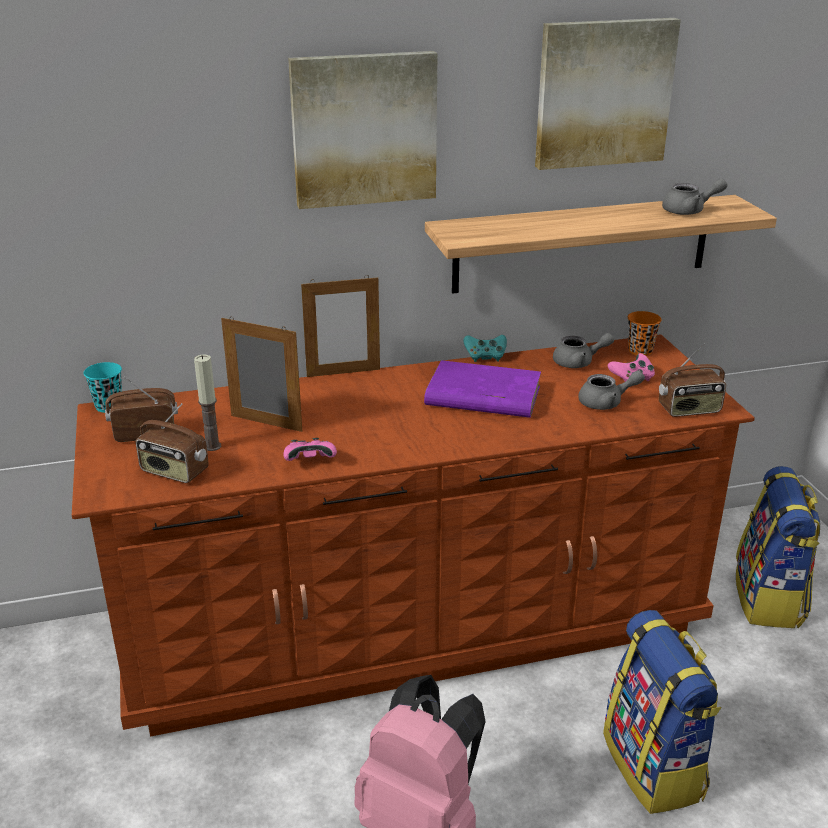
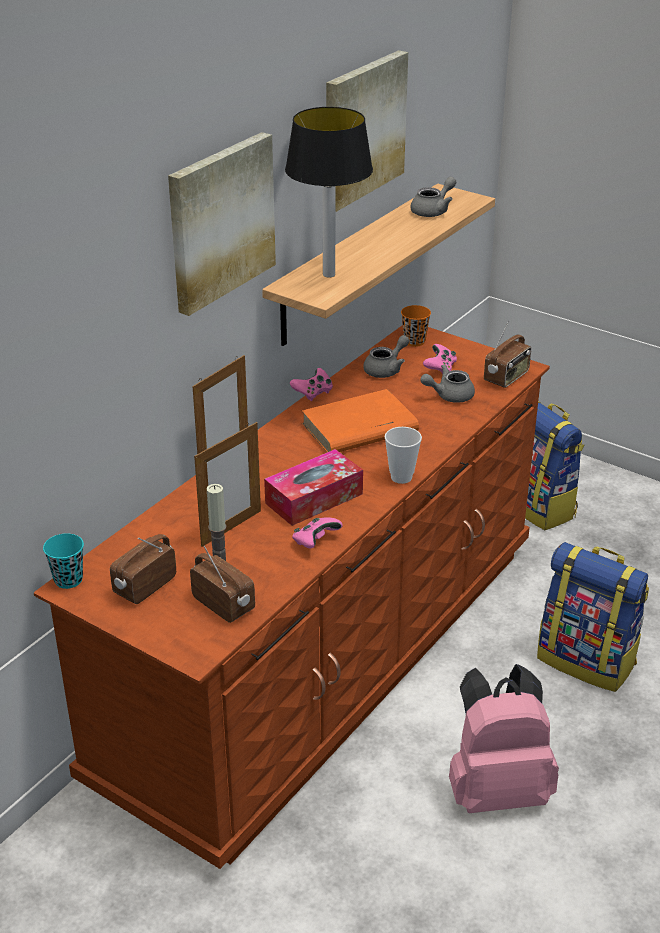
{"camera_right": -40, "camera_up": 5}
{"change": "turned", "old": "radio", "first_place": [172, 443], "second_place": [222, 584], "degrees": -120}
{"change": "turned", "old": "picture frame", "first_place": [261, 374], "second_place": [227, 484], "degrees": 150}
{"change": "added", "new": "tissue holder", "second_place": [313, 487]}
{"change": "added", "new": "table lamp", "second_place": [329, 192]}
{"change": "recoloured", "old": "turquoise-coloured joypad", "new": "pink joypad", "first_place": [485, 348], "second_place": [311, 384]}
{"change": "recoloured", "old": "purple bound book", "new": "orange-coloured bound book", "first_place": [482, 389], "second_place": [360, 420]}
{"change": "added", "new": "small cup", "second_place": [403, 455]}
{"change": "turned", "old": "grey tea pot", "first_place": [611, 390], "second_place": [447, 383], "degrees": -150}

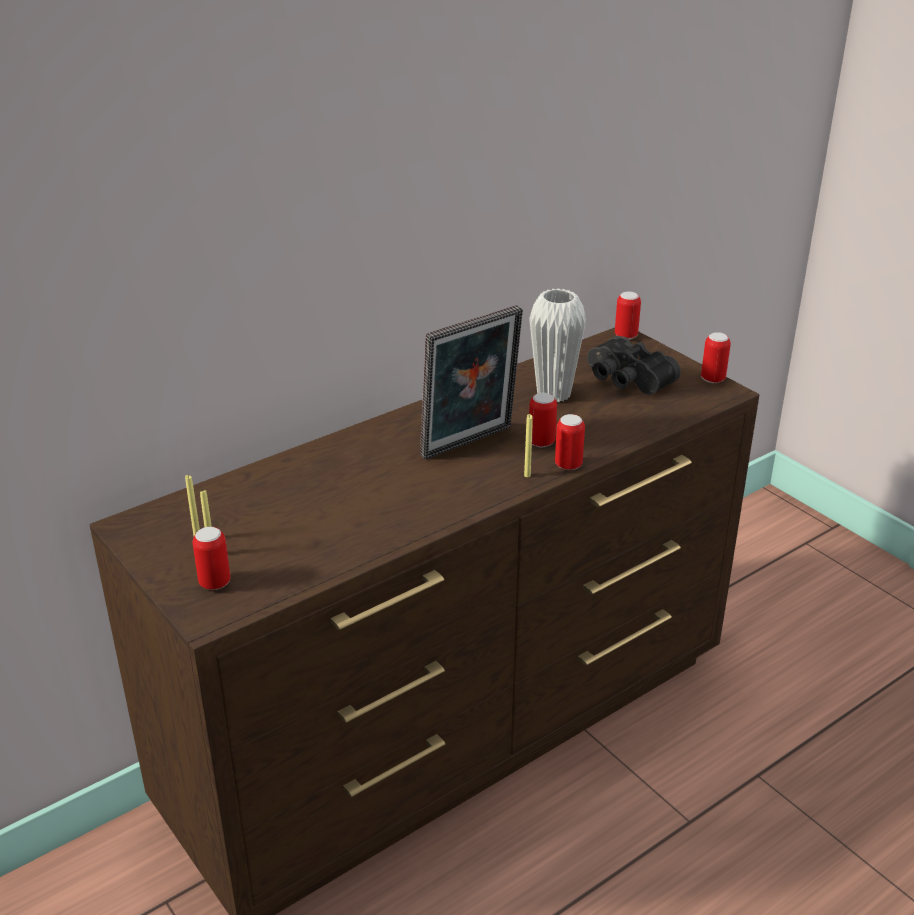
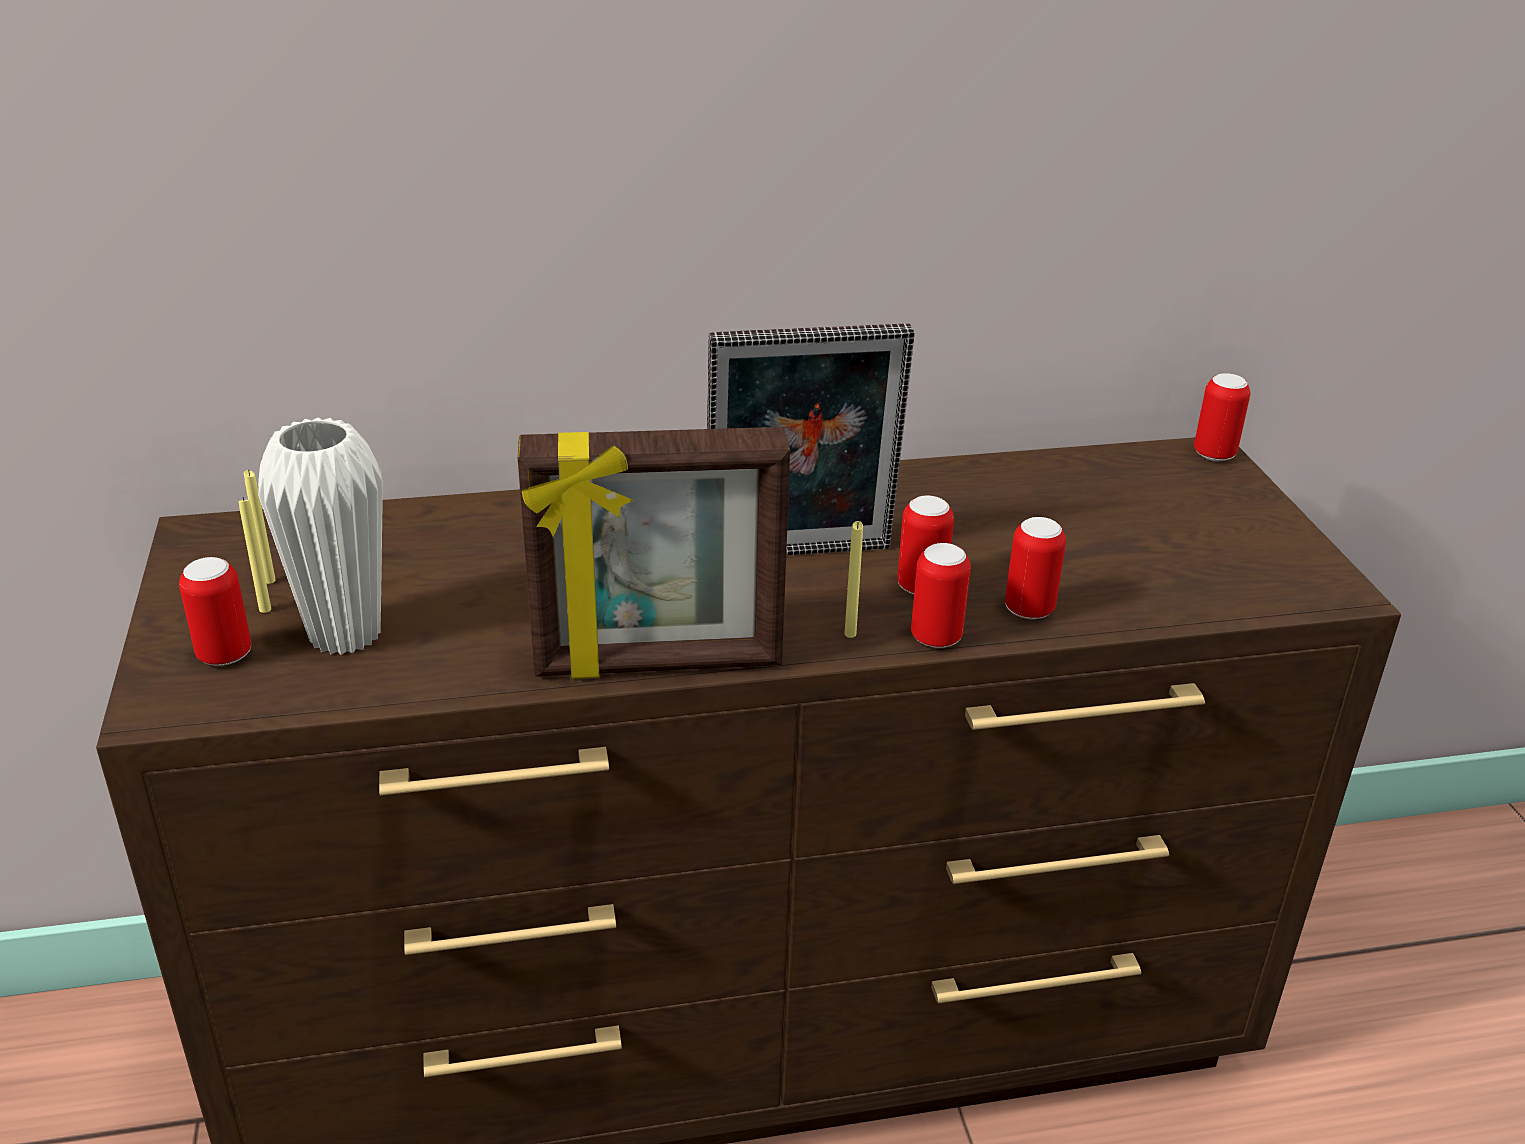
{"camera_right": 25, "camera_up": 0}
{"change": "moved", "old": "white-coloured flower vase", "first_place": [557, 345], "second_place": [320, 536]}
{"change": "added", "new": "picture frame", "second_place": [654, 553]}
{"change": "moved", "old": "metal can", "first_place": [716, 357], "second_place": [1035, 568]}
{"change": "removed", "old": "black field glasses", "first_place": [634, 365]}

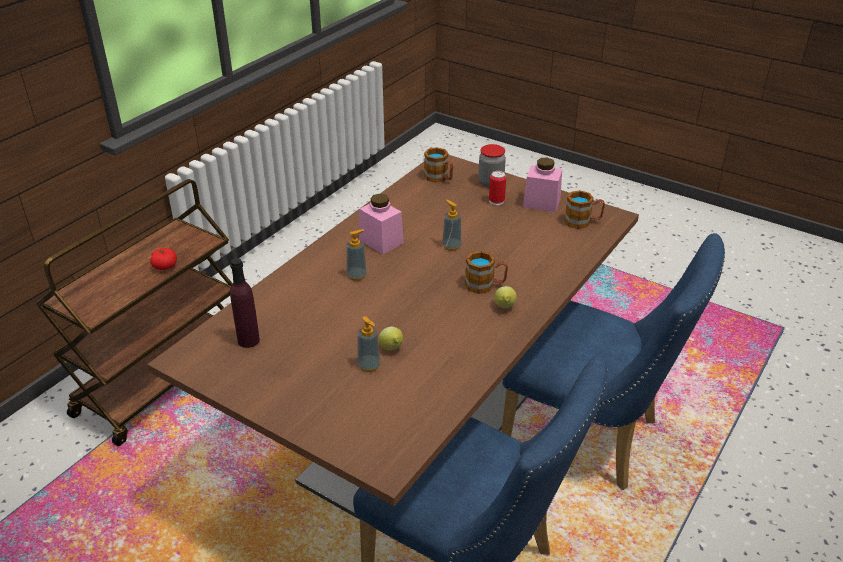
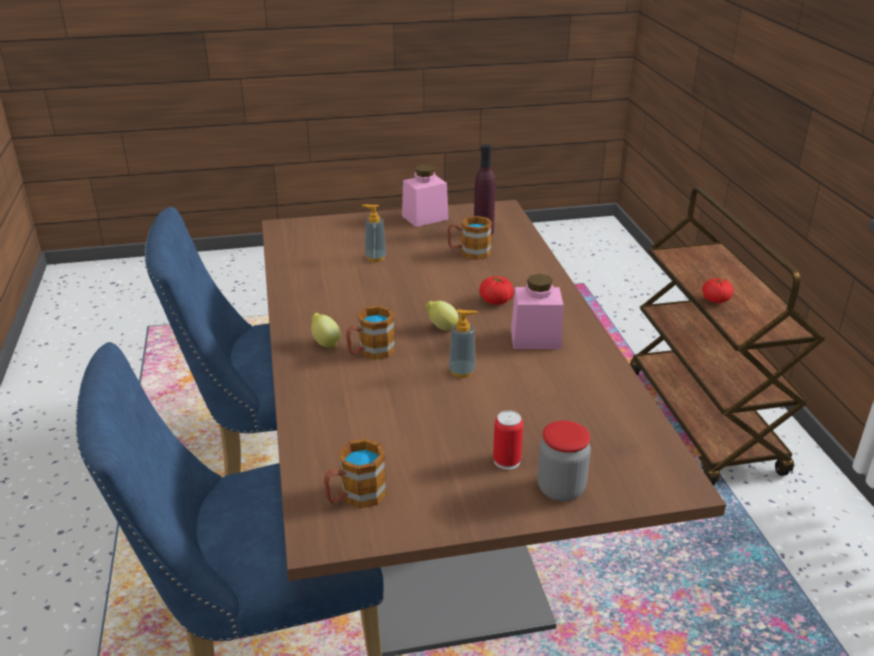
{"camera_right": 135, "camera_up": -5}
{"change": "moved", "old": "pink preserve jar", "first_place": [542, 185], "second_place": [425, 196]}
{"change": "moved", "old": "lemon", "first_place": [390, 338], "second_place": [442, 316]}
{"change": "moved", "old": "tea mug", "first_place": [438, 165], "second_place": [469, 238]}
{"change": "replaced", "old": "soap dispenser", "new": "whole tomato", "first_place": [357, 255], "second_place": [496, 290]}

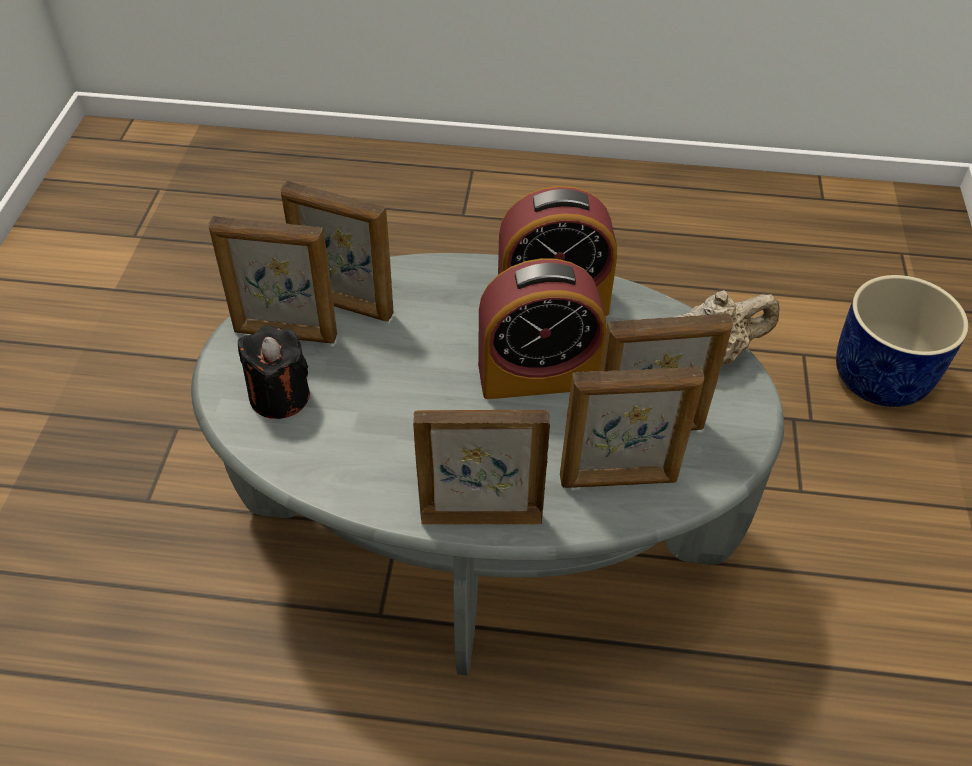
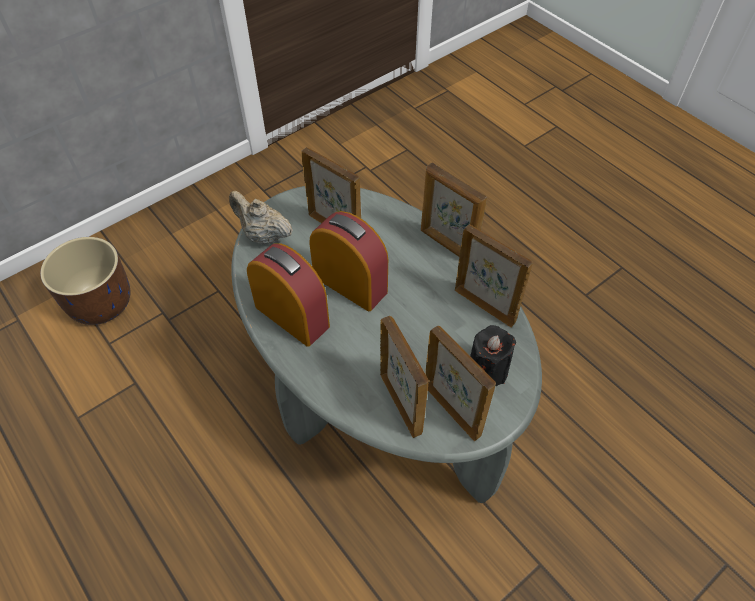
{"camera_right": -135, "camera_up": 5}
{"change": "recoloured", "old": "bluish plant pot", "new": "brown plant pot", "first_place": [902, 341], "second_place": [85, 281]}
{"change": "moved", "old": "picture frame", "first_place": [632, 427], "second_place": [494, 275]}

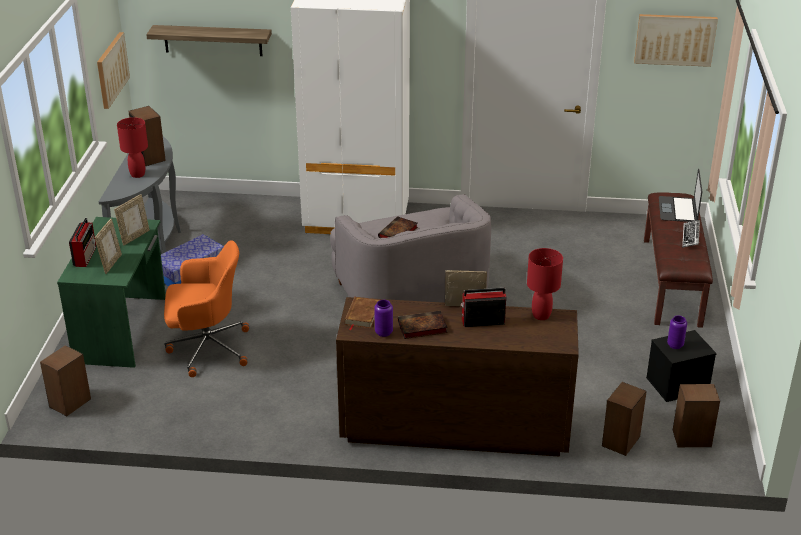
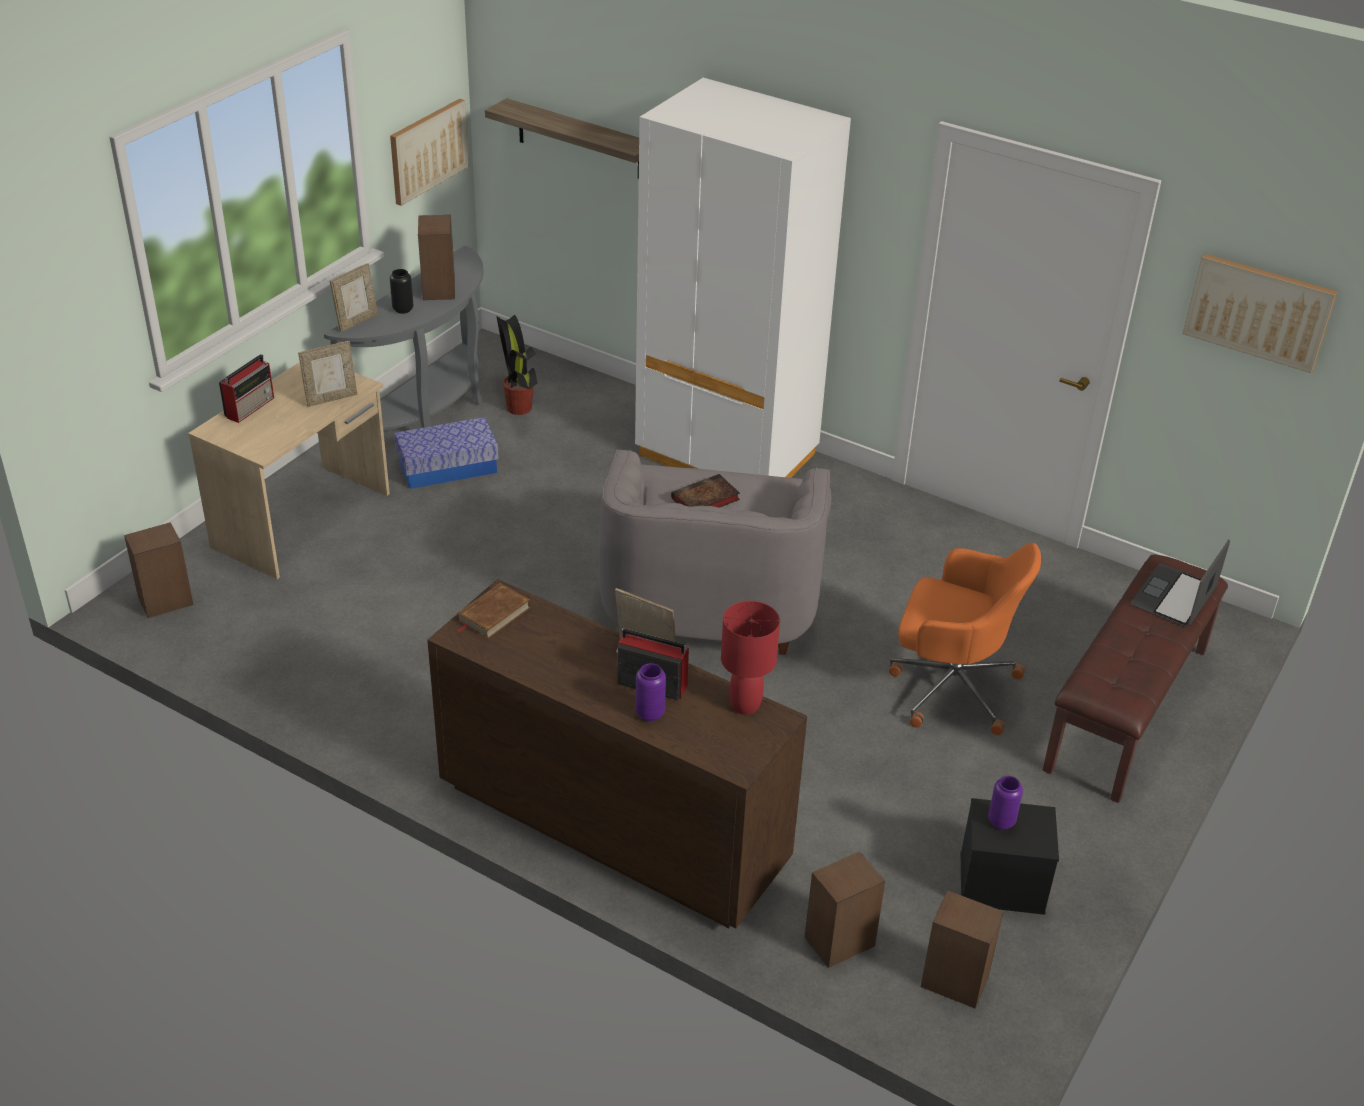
{"camera_right": 25, "camera_up": 5}
{"change": "recoloured", "old": "green-coloured desk table", "new": "beige desk table", "first_place": [111, 292], "second_place": [289, 470]}
{"change": "moved", "old": "picture frame", "first_place": [108, 246], "second_place": [354, 297]}
{"change": "replaced", "old": "red table lamp", "new": "black flower vase", "first_place": [132, 147], "second_place": [401, 291]}
{"change": "added", "new": "plant in a pot", "second_place": [517, 365]}
{"change": "moved", "old": "purple flower vase", "first_place": [383, 318], "second_place": [650, 692]}
{"change": "moved", "old": "orange-coloured computer chair", "first_place": [206, 308], "second_place": [965, 639]}
{"change": "removed", "old": "bound book", "first_place": [423, 325]}
{"change": "removed", "old": "keyboard", "first_place": [691, 234]}

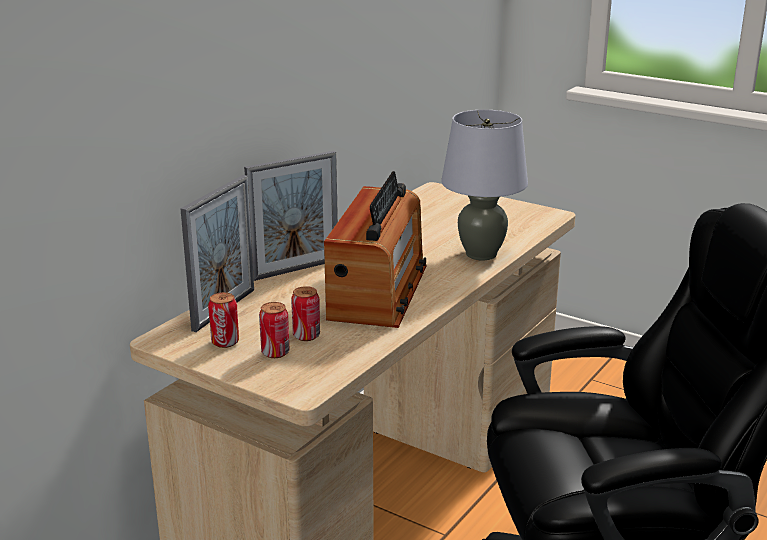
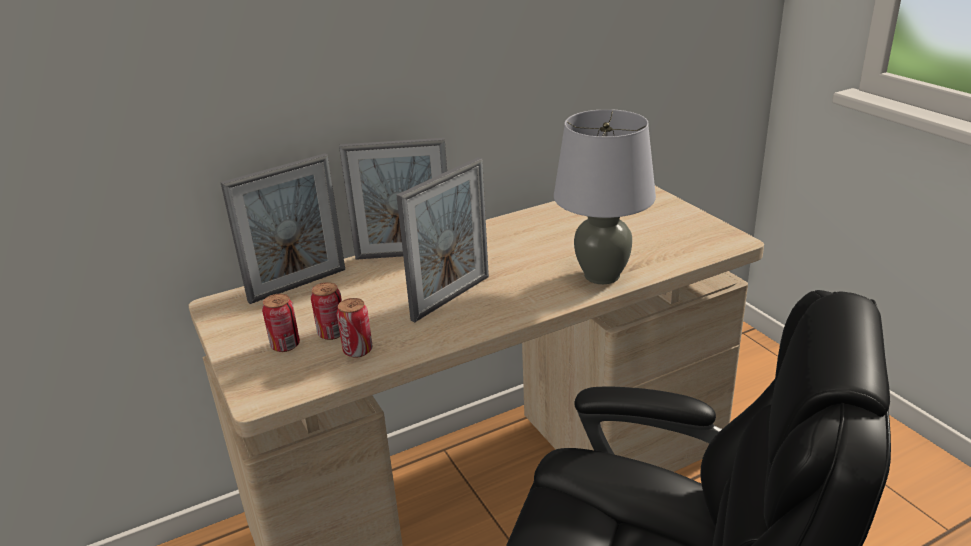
{"camera_right": 30, "camera_up": 5}
{"change": "moved", "old": "metal can", "first_place": [223, 320], "second_place": [354, 328]}
{"change": "replaced", "old": "radio", "new": "picture frame", "first_place": [375, 249], "second_place": [443, 239]}

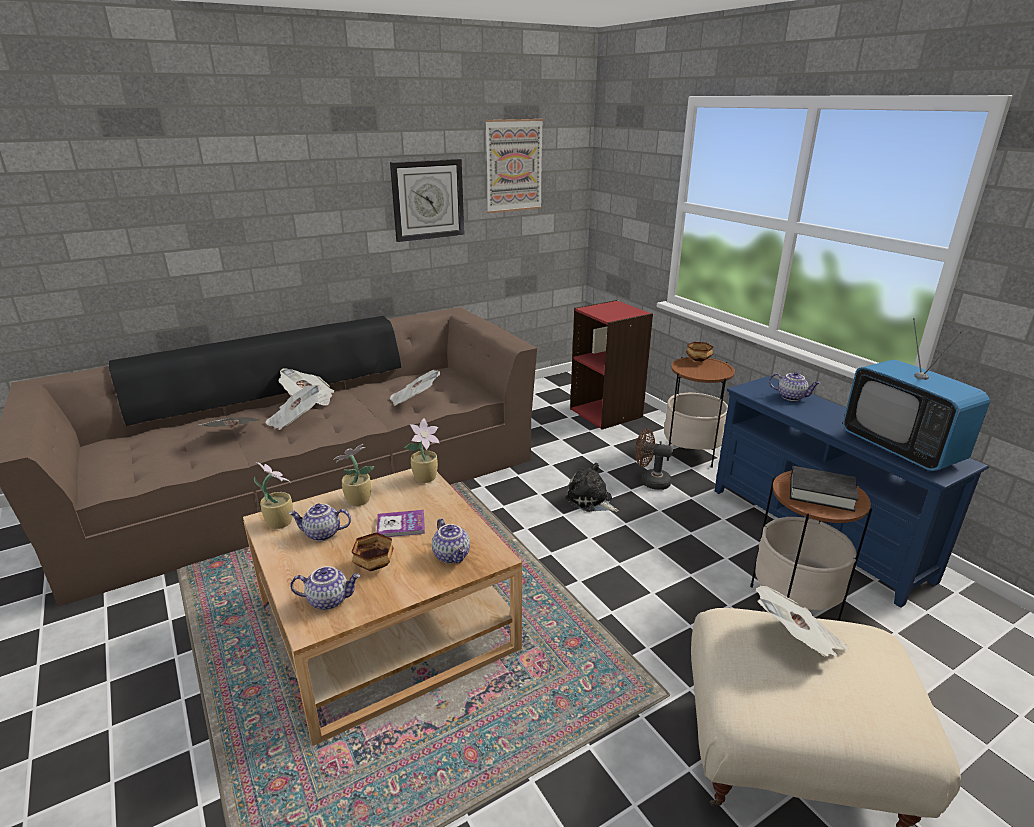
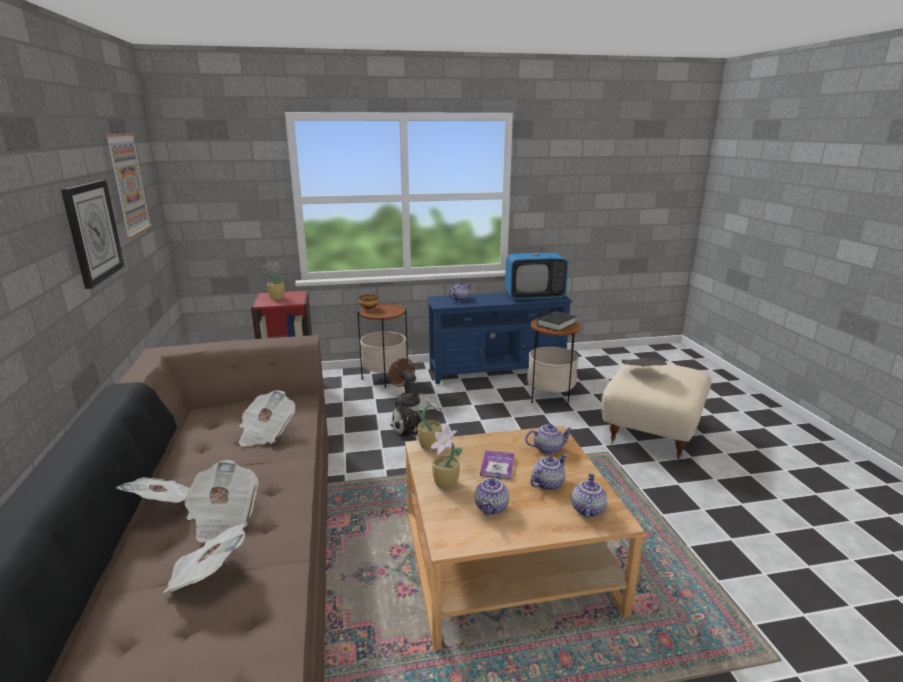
{"camera_right": -70, "camera_up": -5}
{"change": "moved", "old": "plant in a pot", "first_place": [273, 495], "second_place": [273, 280]}
{"change": "turned", "old": "brown cooling fan", "first_place": [654, 459], "second_place": [404, 382], "degrees": 105}
{"change": "replaced", "old": "serving bowl", "new": "tea pot", "first_place": [372, 551], "second_place": [548, 472]}

